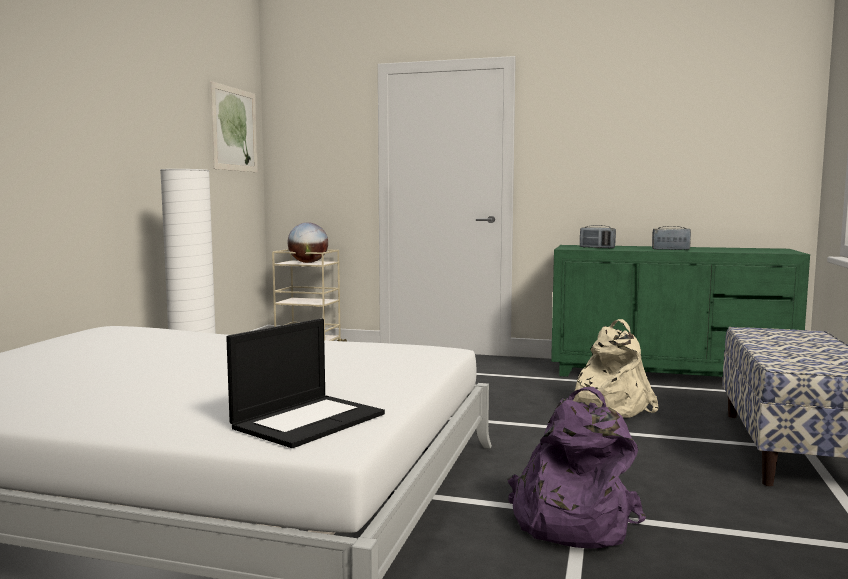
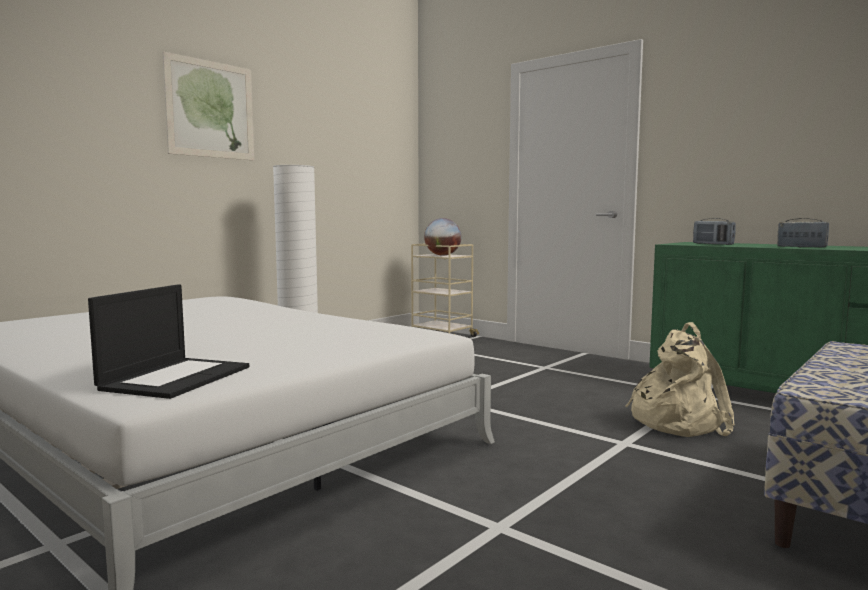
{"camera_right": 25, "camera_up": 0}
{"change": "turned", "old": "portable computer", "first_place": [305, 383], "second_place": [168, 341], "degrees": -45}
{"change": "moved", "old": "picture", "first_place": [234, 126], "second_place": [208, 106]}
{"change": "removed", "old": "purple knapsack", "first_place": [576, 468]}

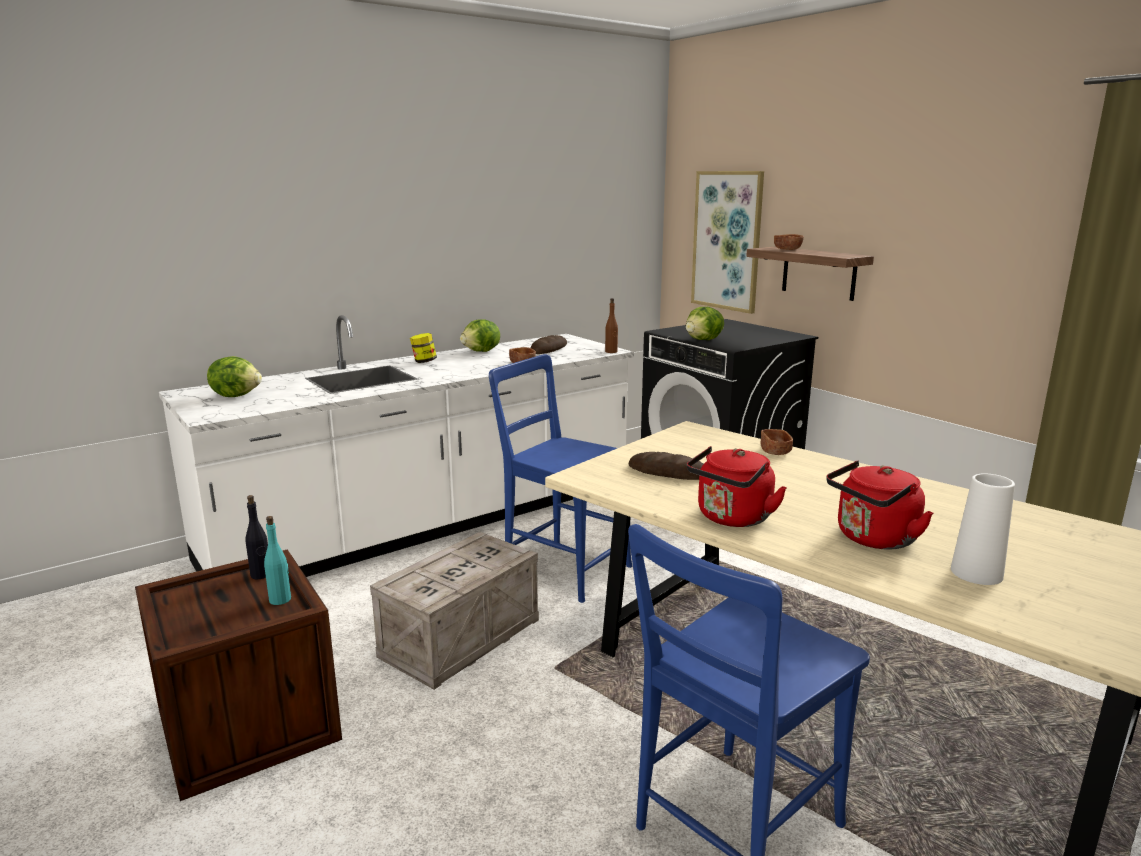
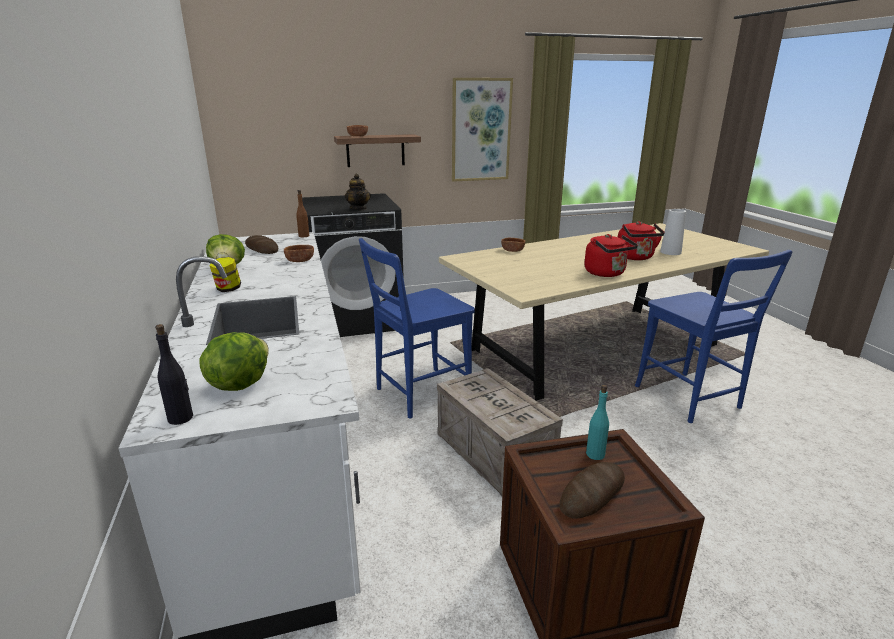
{"camera_right": -70, "camera_up": 5}
{"change": "moved", "old": "black drink bottle", "first_place": [256, 537], "second_place": [174, 374]}
{"change": "replaced", "old": "head of lettuce", "new": "tea pot", "first_place": [705, 323], "second_place": [358, 192]}
{"change": "moved", "old": "picture", "first_place": [727, 242], "second_place": [482, 130]}
{"change": "moved", "old": "bread", "first_place": [666, 466], "second_place": [592, 490]}

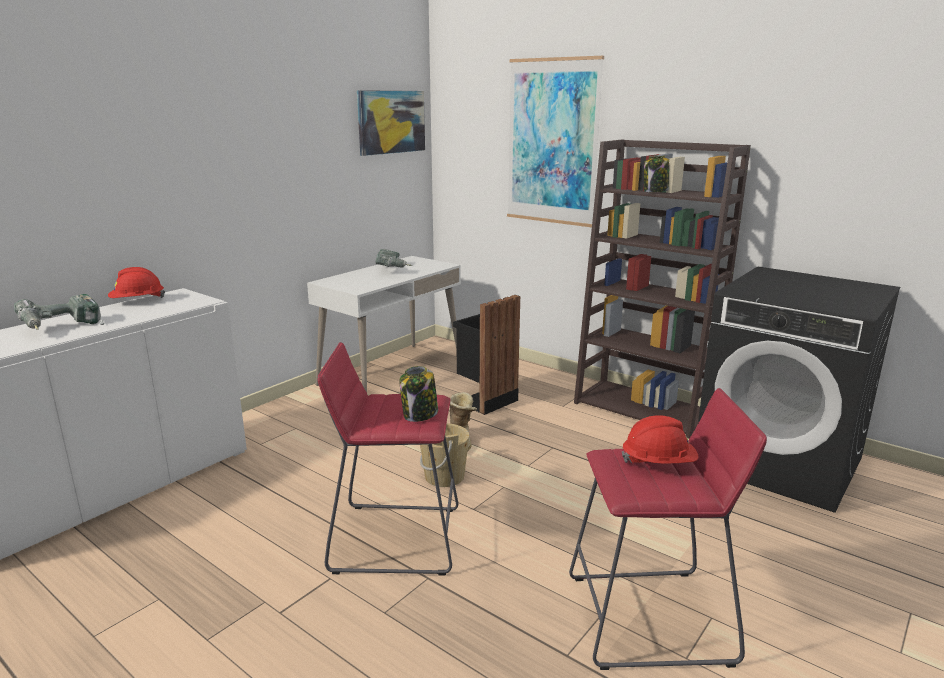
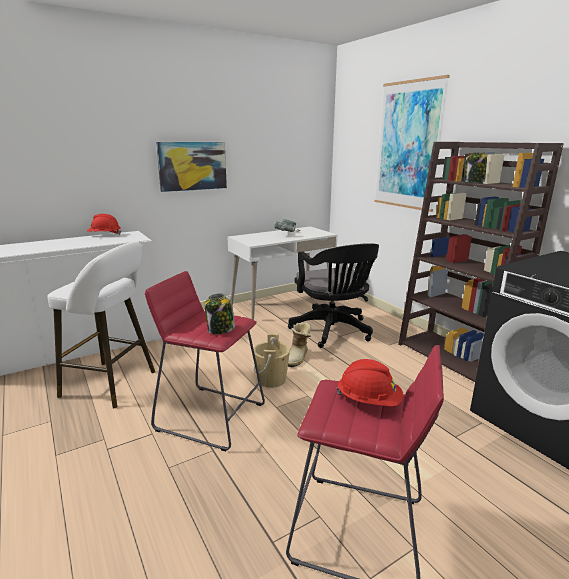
{"camera_right": 20, "camera_up": 0}
{"change": "added", "new": "white-coloured stool seat", "second_place": [101, 324]}
{"change": "moved", "old": "picture", "first_place": [391, 123], "second_place": [191, 167]}
{"change": "replaced", "old": "black trash can", "new": "black computer chair", "first_place": [486, 355], "second_place": [333, 295]}
{"change": "removed", "old": "electric drill", "first_place": [59, 312]}

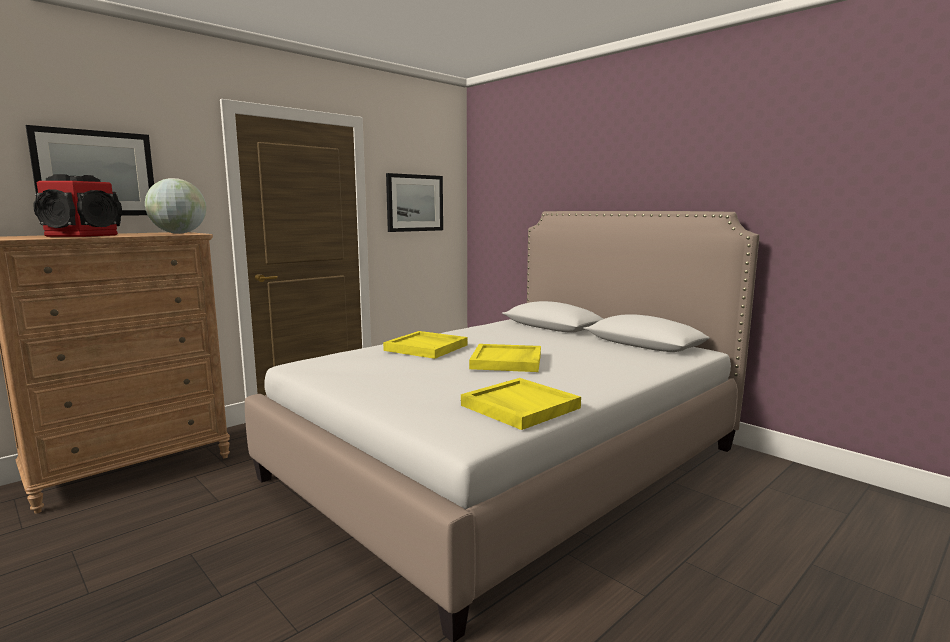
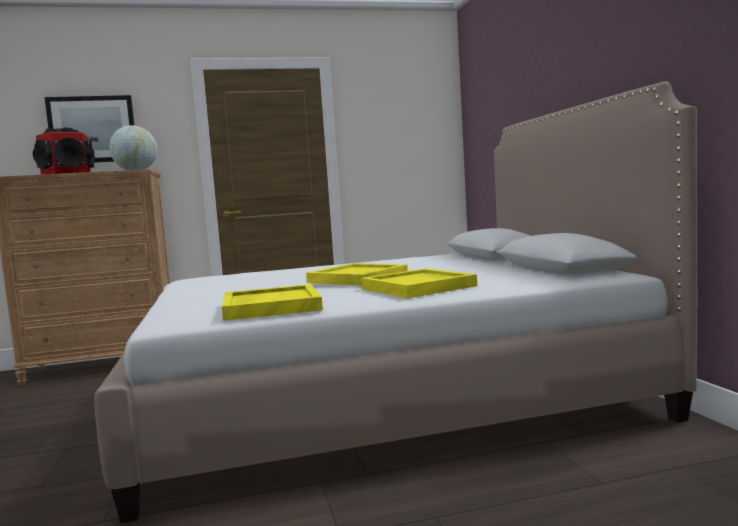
{"camera_right": 30, "camera_up": -5}
{"change": "moved", "old": "yellow serving tray", "first_place": [425, 345], "second_place": [419, 283]}
{"change": "removed", "old": "picture", "first_place": [414, 202]}

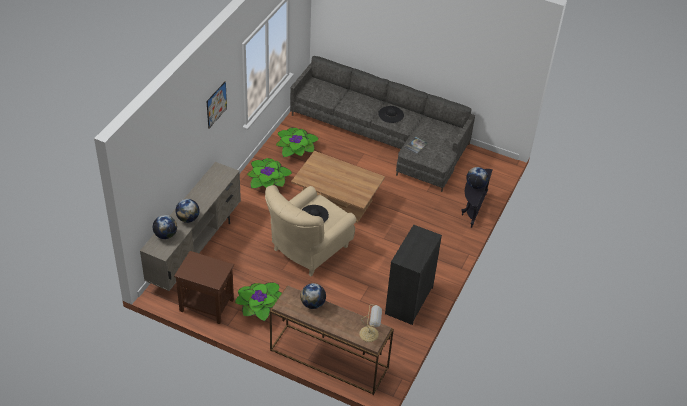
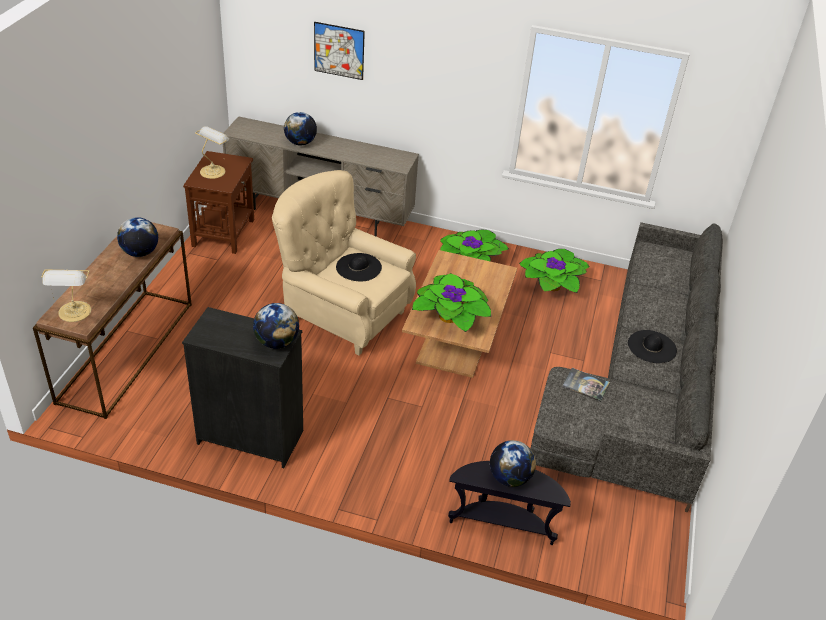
{"camera_right": 80, "camera_up": -5}
{"change": "added", "new": "table lamp", "second_place": [212, 152]}
{"change": "moved", "old": "world globe", "first_place": [165, 227], "second_place": [276, 326]}
{"change": "moved", "old": "picture", "first_place": [217, 105], "second_place": [339, 51]}
{"change": "moved", "old": "plant in a pot", "first_place": [258, 302], "second_place": [451, 302]}

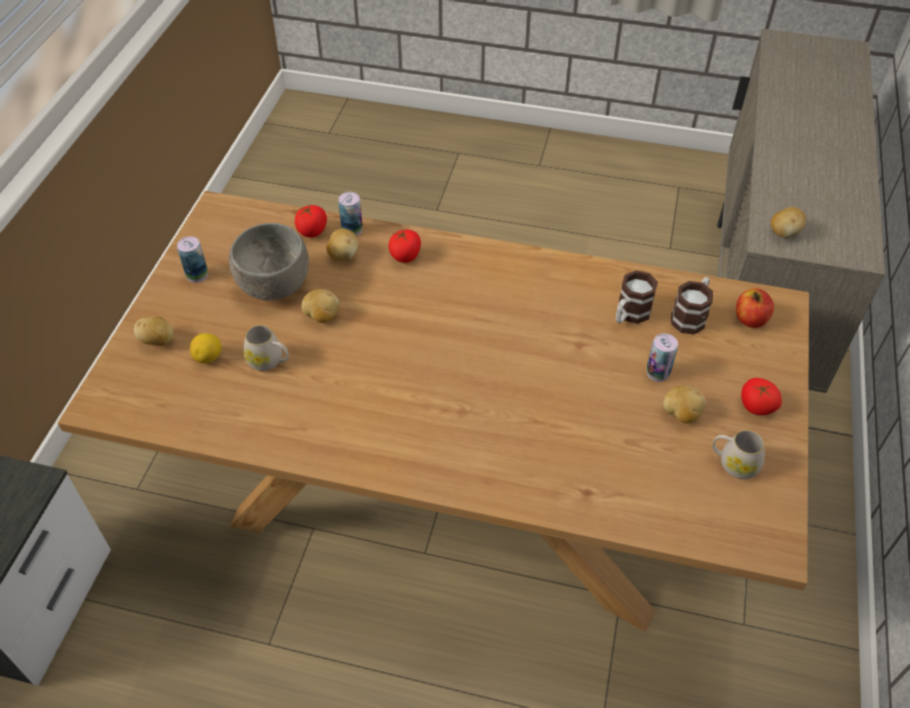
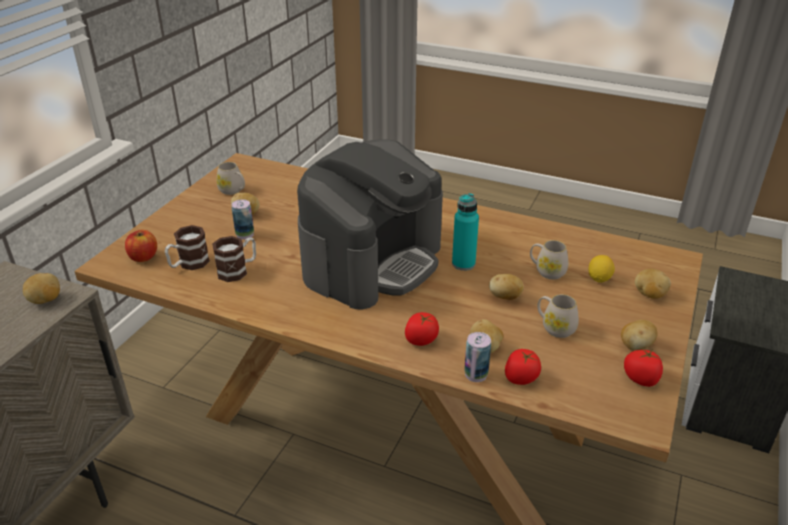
{"camera_right": -170, "camera_up": -15}
{"change": "added", "new": "coffee brewer", "second_place": [370, 224]}
{"change": "added", "new": "turquoise-coloured drink bottle", "second_place": [465, 232]}
{"change": "replaced", "old": "grey serving bowl", "new": "white-coloured tea mug", "first_place": [269, 262], "second_place": [558, 316]}
{"change": "replaced", "old": "metal can", "new": "spud", "first_place": [192, 259], "second_place": [639, 335]}
{"change": "moved", "old": "whole tomato", "first_place": [761, 396], "second_place": [643, 367]}

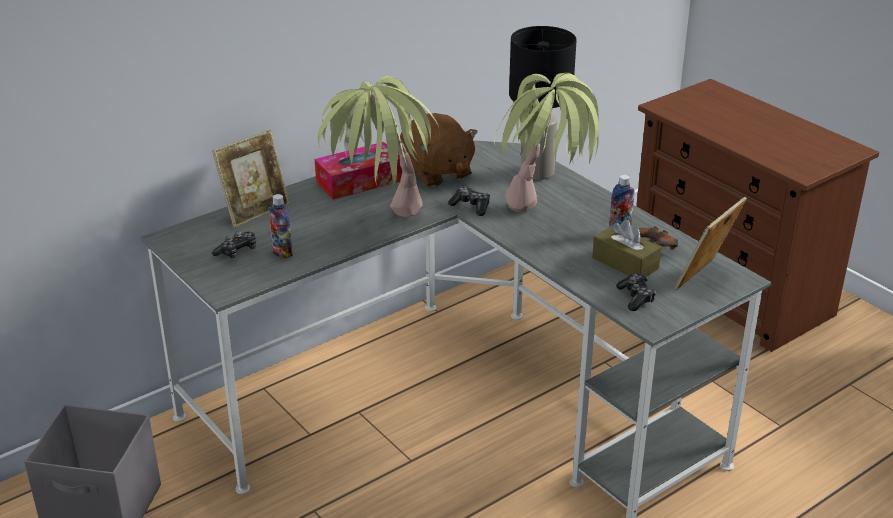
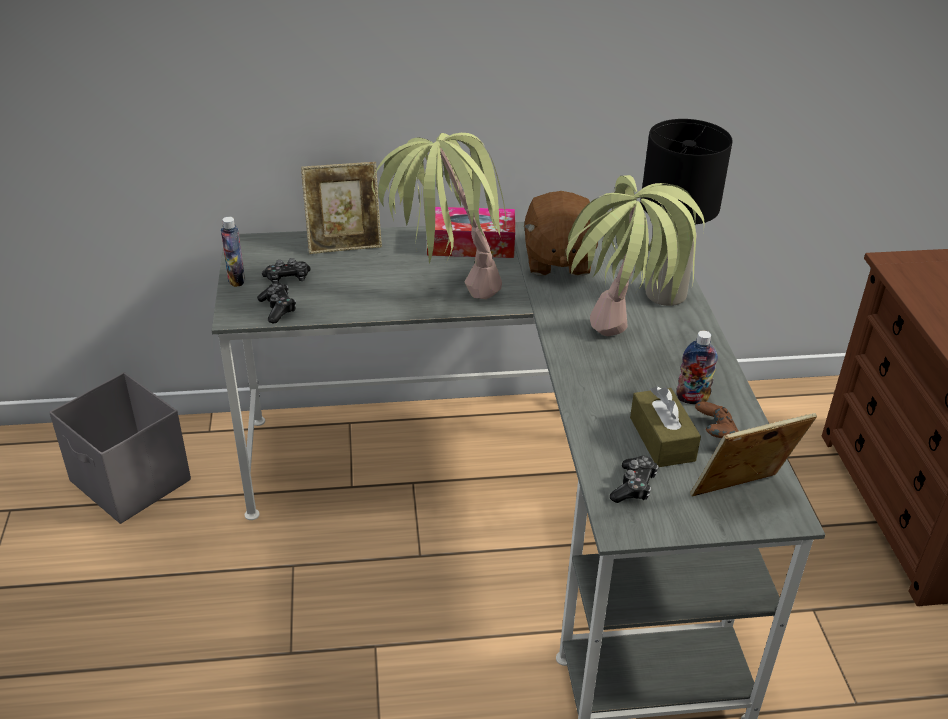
{"camera_right": 30, "camera_up": 5}
{"change": "moved", "old": "drink bottle", "first_place": [281, 226], "second_place": [233, 252]}
{"change": "moved", "old": "joypad", "first_place": [469, 201], "second_place": [276, 303]}

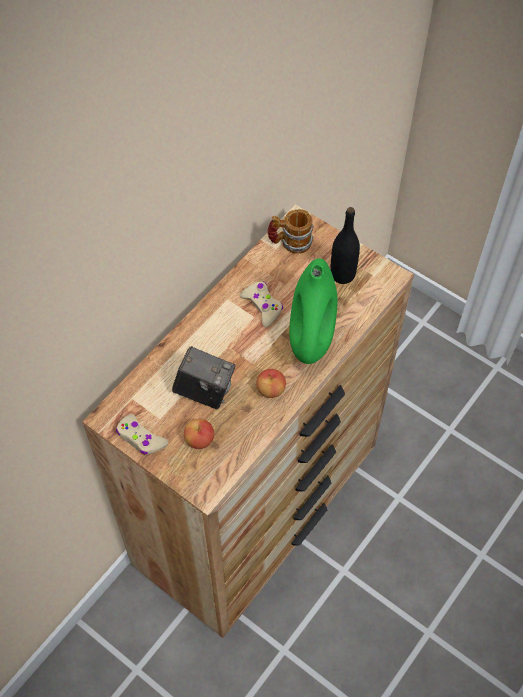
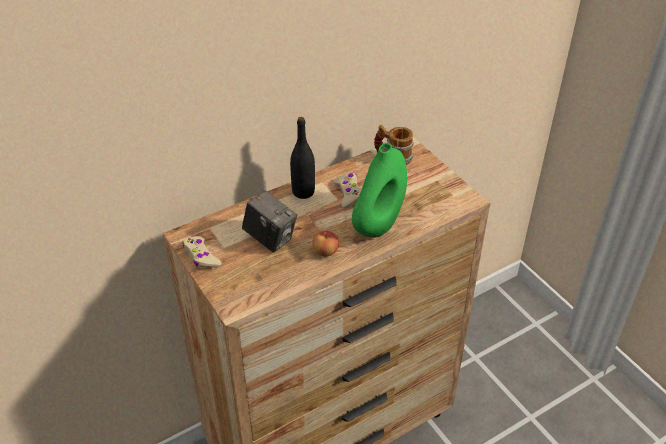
{"camera_right": 20, "camera_up": -15}
{"change": "moved", "old": "black drink bottle", "first_place": [345, 245], "second_place": [302, 158]}
{"change": "removed", "old": "apple", "first_place": [199, 434]}

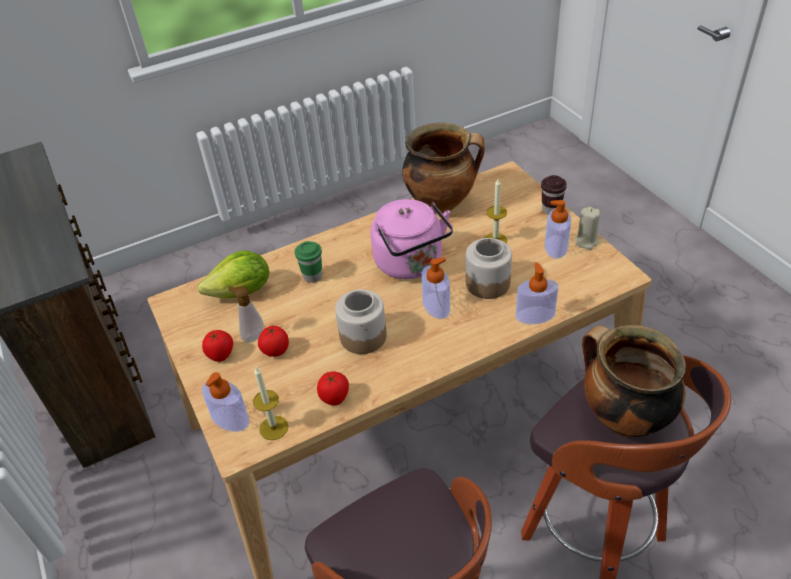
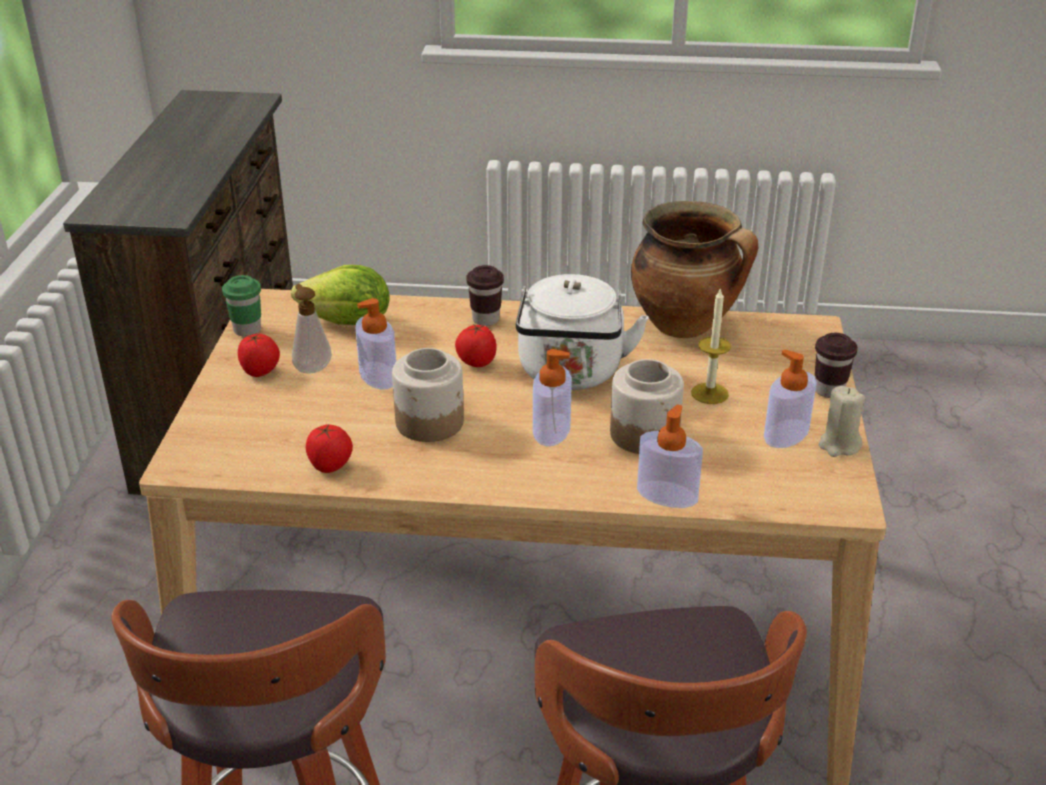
{"camera_right": 30, "camera_up": -10}
{"change": "moved", "old": "green-coloured small cup", "first_place": [308, 262], "second_place": [241, 306]}
{"change": "moved", "old": "soap dispenser", "first_place": [226, 402], "second_place": [376, 344]}
{"change": "moved", "old": "whole tomato", "first_place": [273, 341], "second_place": [476, 345]}
{"change": "added", "new": "brown small cup", "second_place": [485, 295]}
{"change": "recoloured", "old": "pink water kettle", "new": "white-coloured water kettle", "first_place": [412, 239], "second_place": [582, 332]}
{"change": "removed", "old": "wax candle", "first_place": [271, 403]}
{"change": "removed", "old": "stockpot", "first_place": [634, 381]}

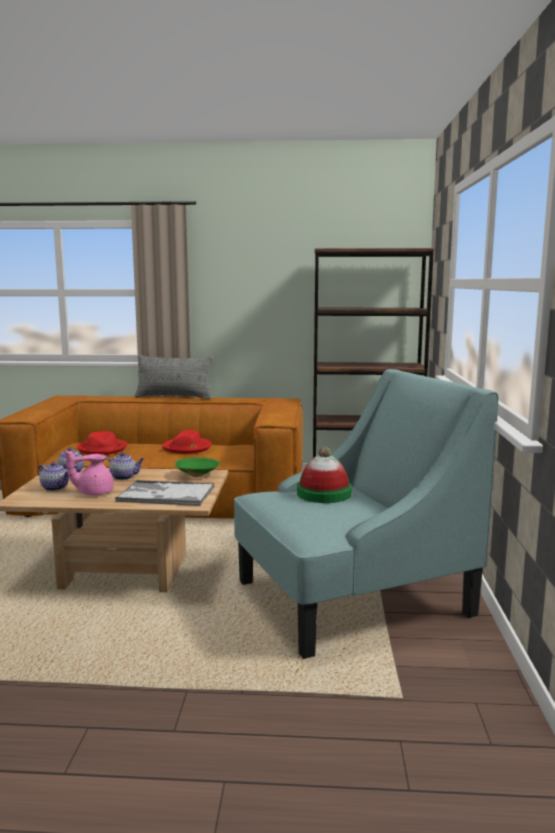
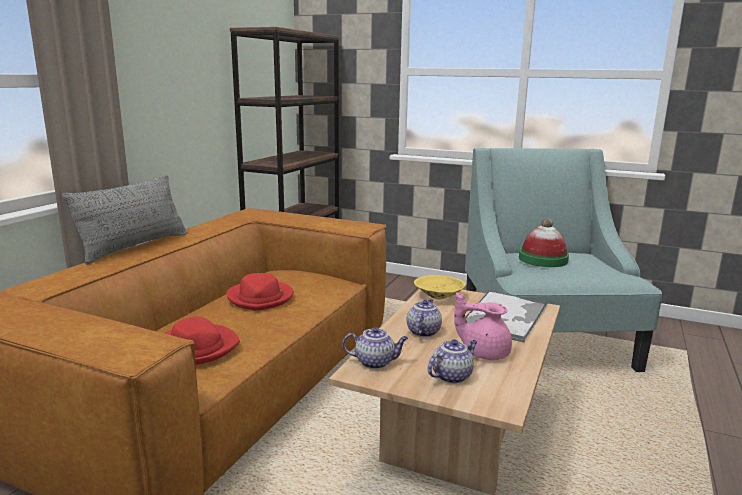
{"camera_right": -70, "camera_up": 5}
{"change": "recoloured", "old": "green-coloured serving bowl", "new": "yellow serving bowl", "first_place": [197, 467], "second_place": [440, 287]}
{"change": "turned", "old": "pink tea pot", "first_place": [90, 472], "second_place": [483, 326], "degrees": 105}

